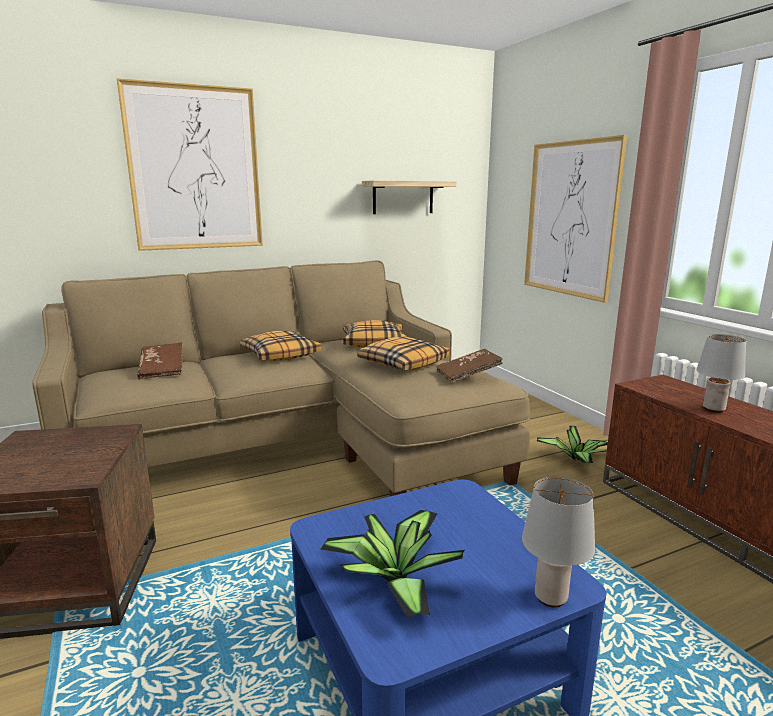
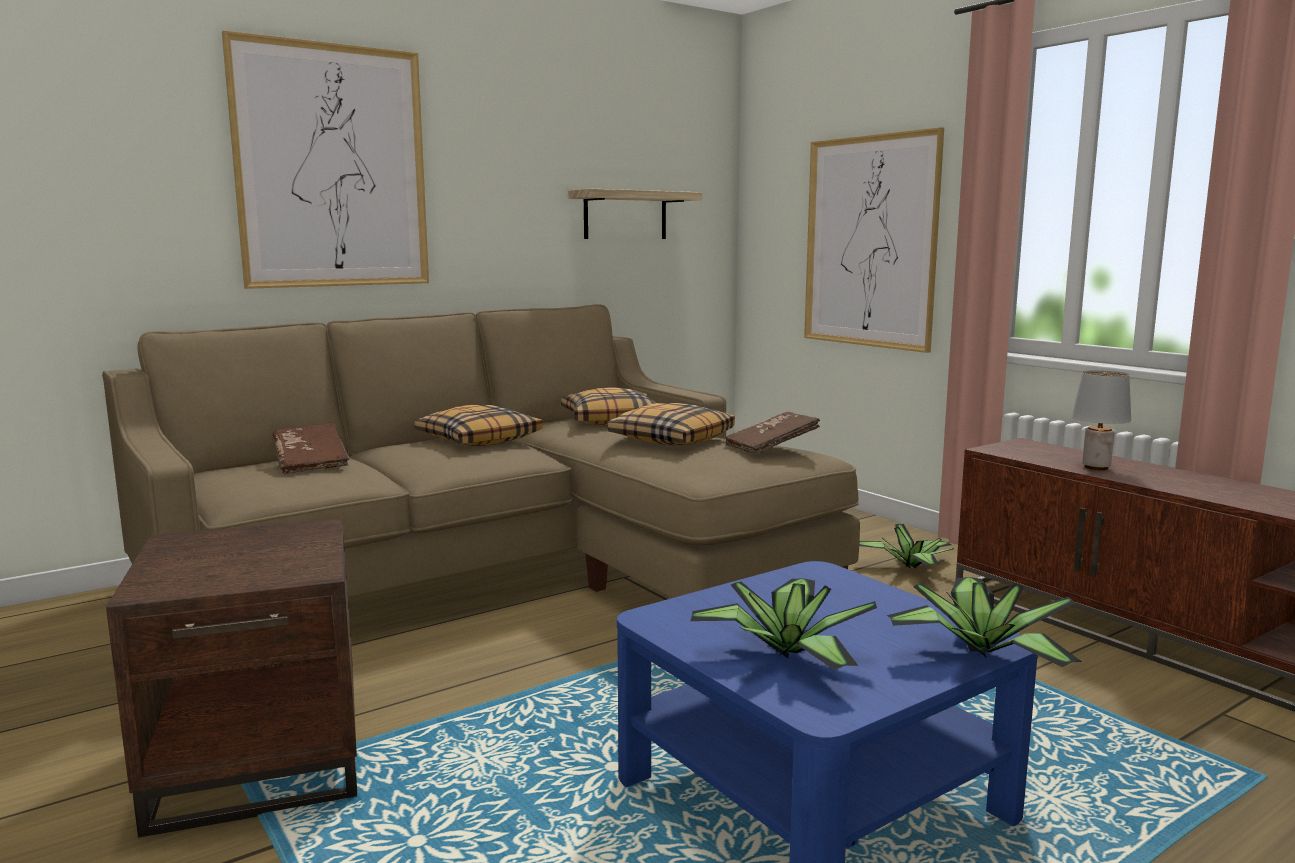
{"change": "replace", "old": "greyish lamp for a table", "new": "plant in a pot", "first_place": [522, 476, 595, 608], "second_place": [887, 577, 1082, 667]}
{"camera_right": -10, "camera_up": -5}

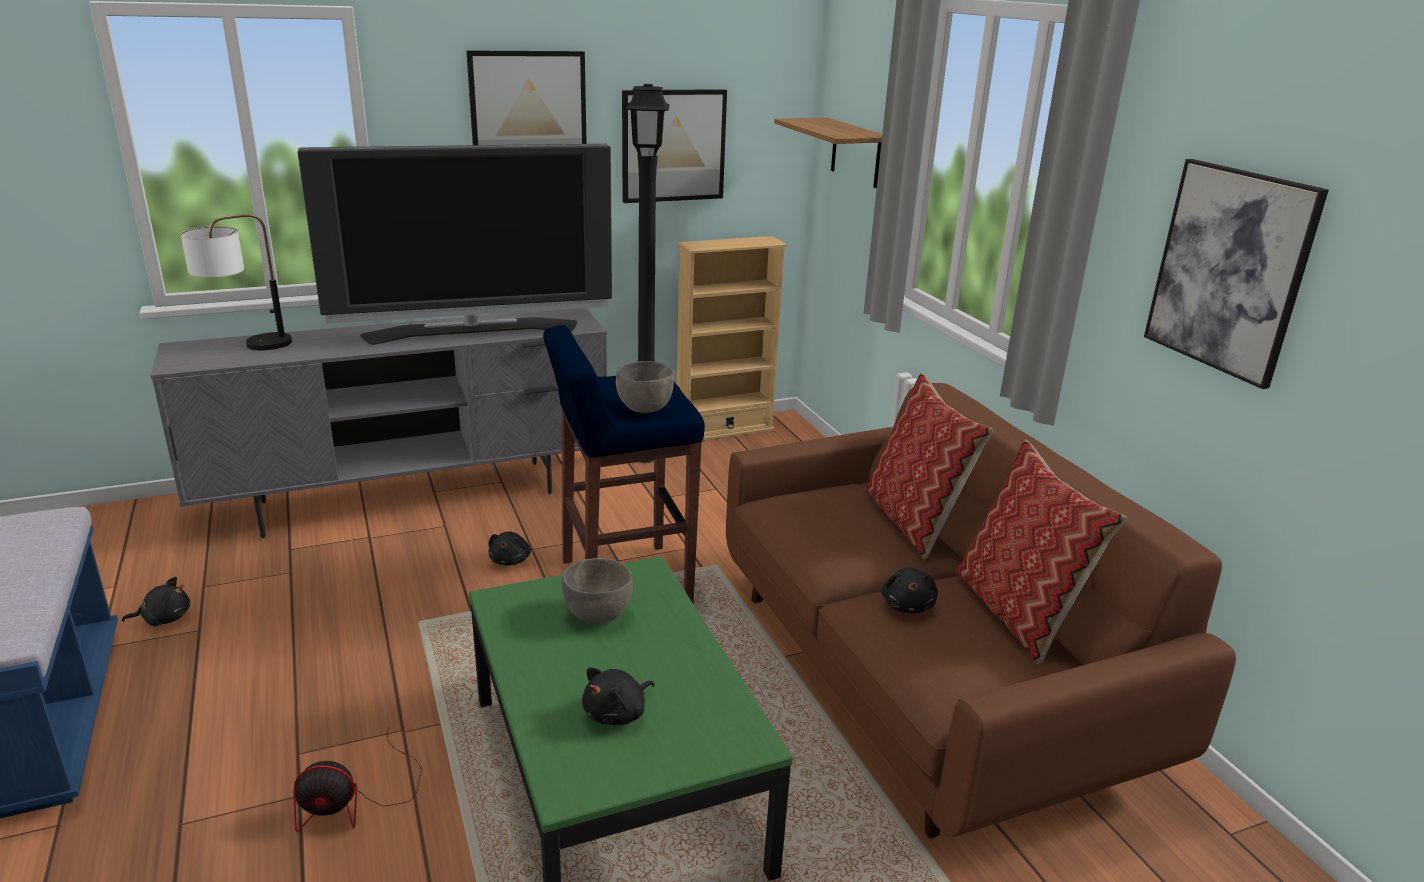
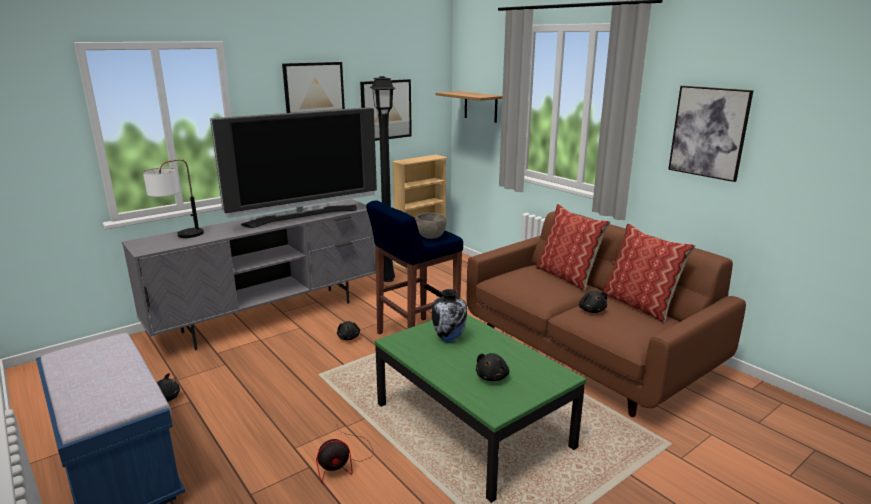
{"change": "replace", "old": "greyish serving bowl", "new": "vase", "first_place": [562, 558, 633, 624], "second_place": [432, 289, 467, 343]}
{"camera_right": -15, "camera_up": -5}

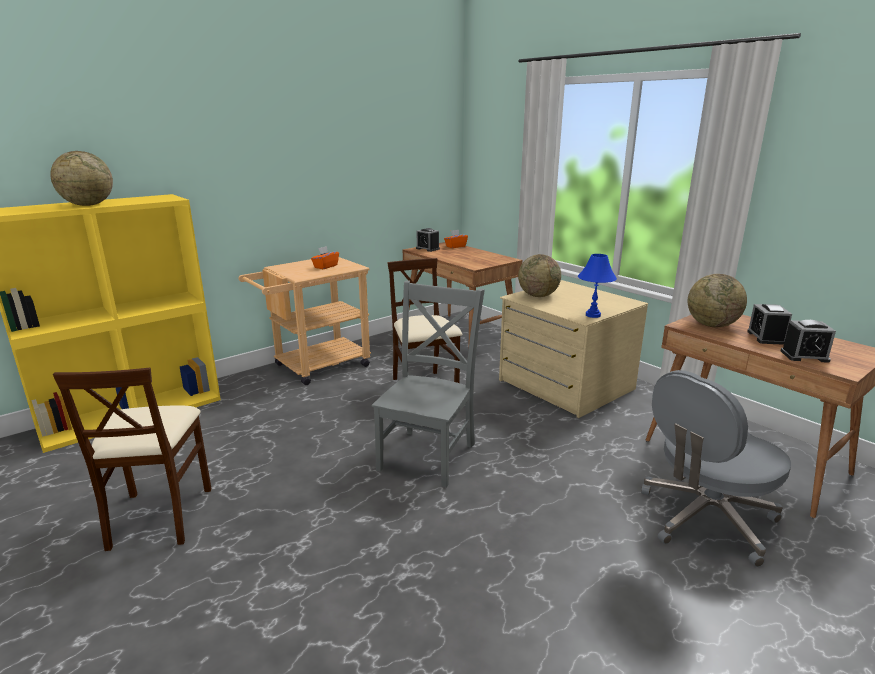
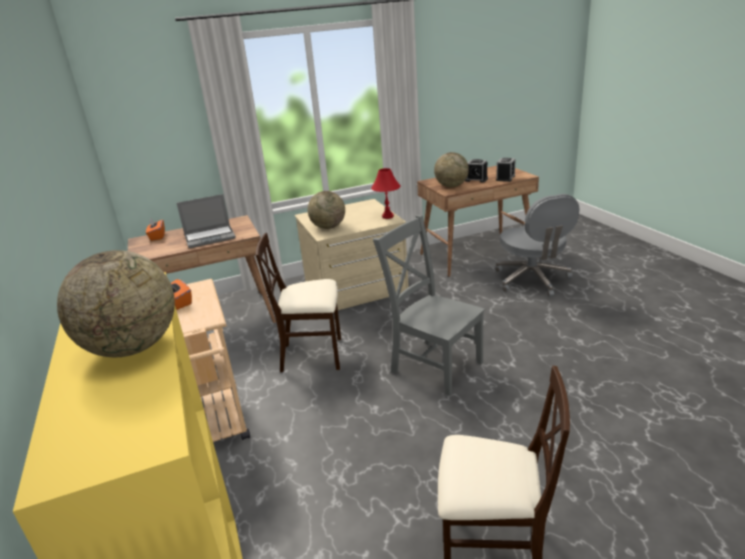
{"change": "delete", "old": "bedside clock", "first_place": [416, 228, 440, 252]}
{"change": "insert", "new": "notebook computer", "second_place": [177, 194, 236, 248]}
{"change": "recolor", "old": "blue-coloured lamp for a table", "new": "reddish lamp for a table", "first_place": [578, 254, 617, 318], "second_place": [371, 168, 401, 219]}
{"camera_right": -70, "camera_up": 5}

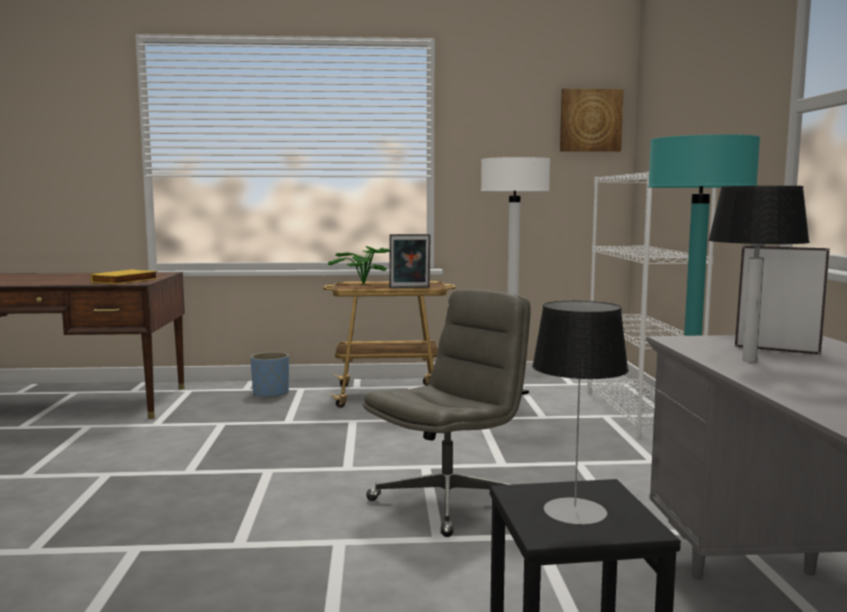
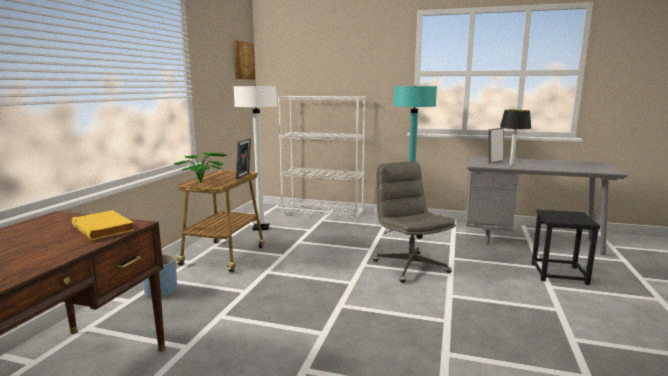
{"change": "delete", "old": "lamp for a table", "first_place": [532, 301, 629, 525]}
{"camera_right": -70, "camera_up": 5}

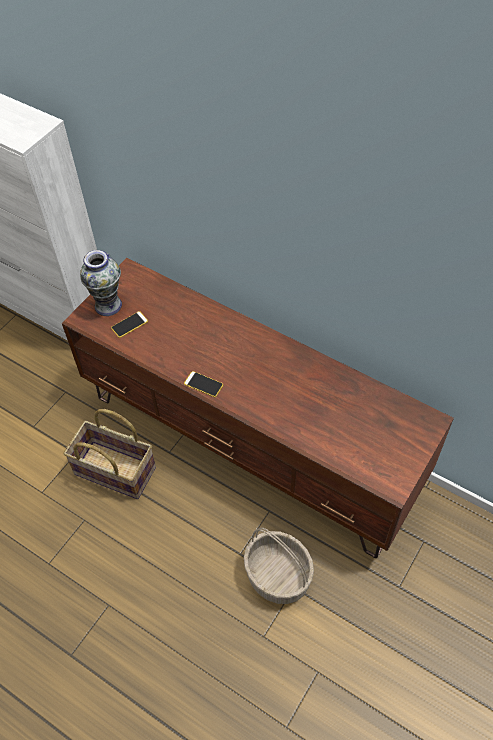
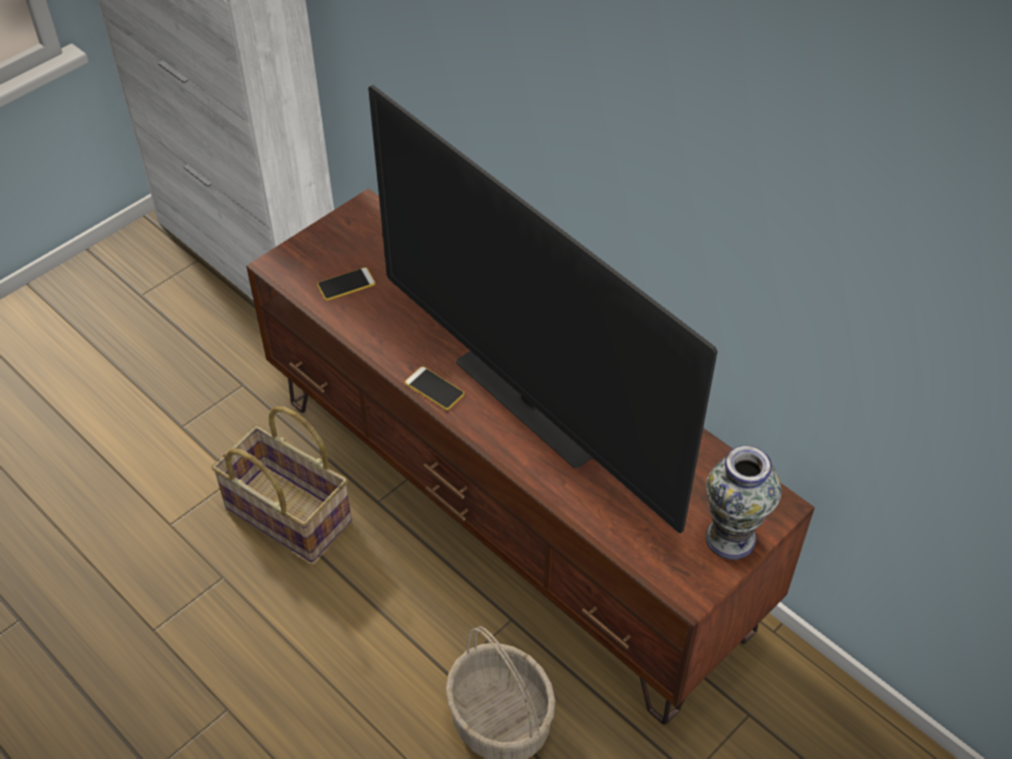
{"change": "insert", "new": "TV set", "second_place": [368, 85, 718, 533]}
{"change": "move", "old": "vase", "first_place": [80, 250, 122, 316], "second_place": [705, 446, 782, 560]}
{"camera_right": 10, "camera_up": -5}

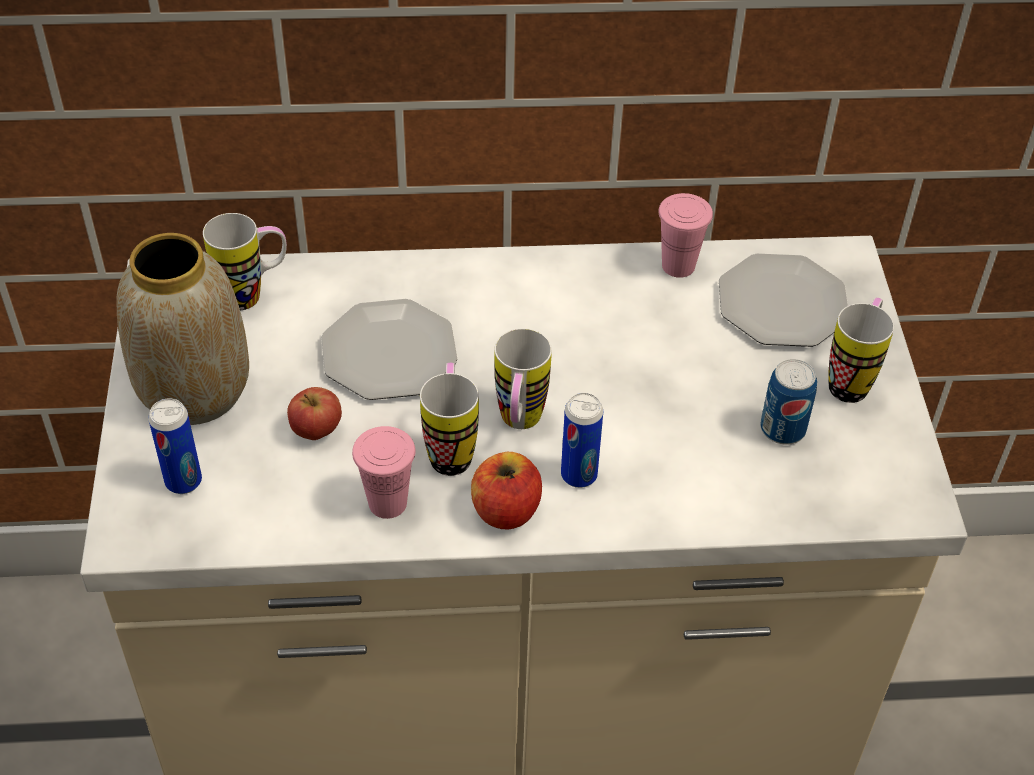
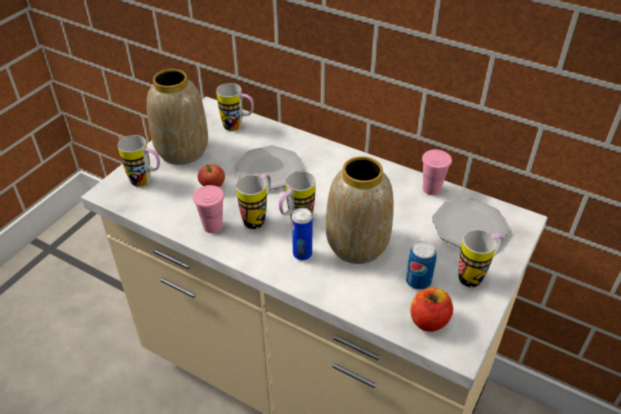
{"change": "insert", "new": "vase", "second_place": [326, 156, 394, 264]}
{"change": "move", "old": "apple fruit", "first_place": [471, 452, 542, 530], "second_place": [411, 288, 453, 332]}
{"change": "replace", "old": "sealed can", "new": "mug", "first_place": [148, 398, 202, 494], "second_place": [118, 135, 160, 187]}
{"camera_right": 35, "camera_up": -5}

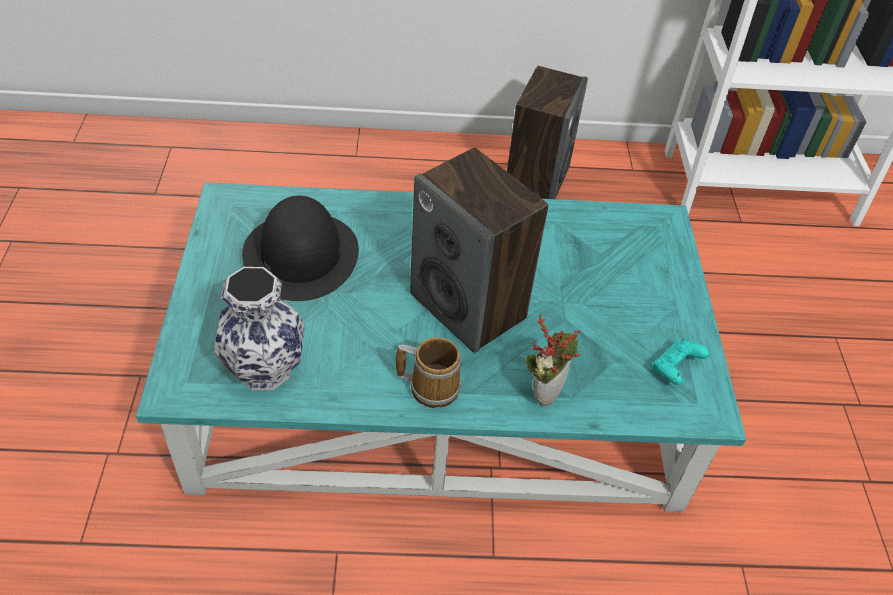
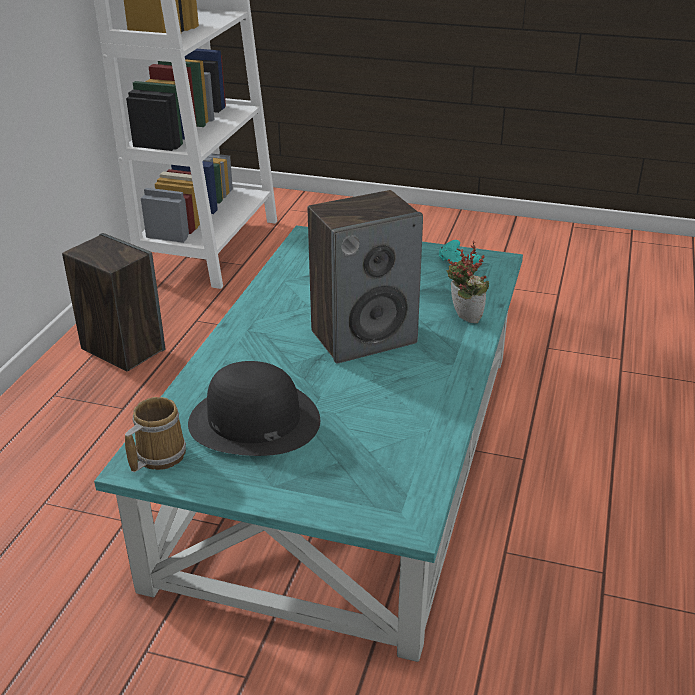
{"change": "delete", "old": "vase", "first_place": [214, 267, 304, 390]}
{"change": "move", "old": "mug", "first_place": [396, 337, 461, 408], "second_place": [125, 397, 186, 472]}
{"camera_right": -70, "camera_up": -15}

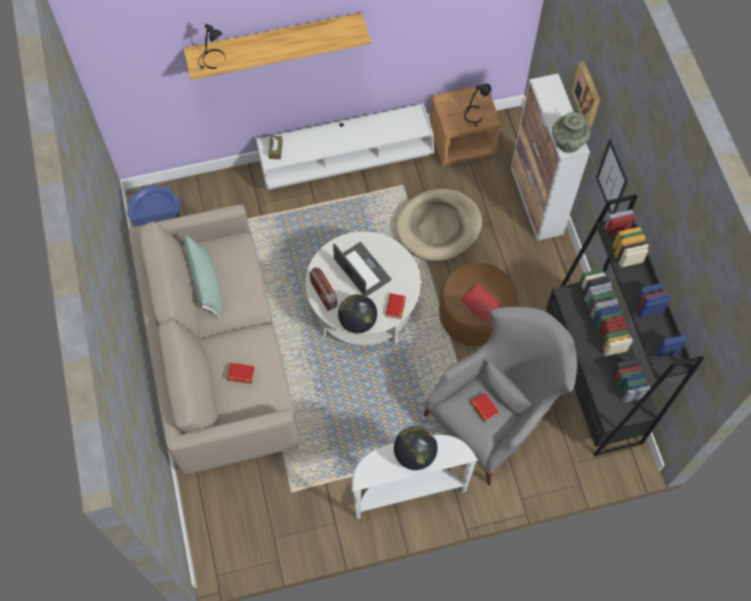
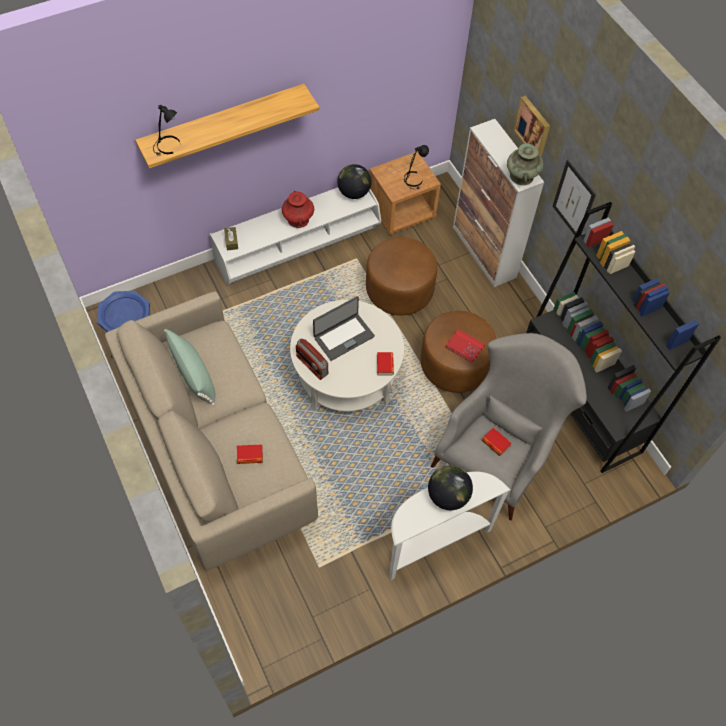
{"change": "insert", "new": "reddish vase", "second_place": [282, 191, 314, 228]}
{"change": "move", "old": "globe", "first_place": [338, 294, 377, 334], "second_place": [337, 164, 372, 199]}
{"change": "replace", "old": "beige dog cushion", "new": "brownish footrest", "first_place": [395, 189, 482, 261], "second_place": [366, 237, 437, 316]}
{"change": "rotate", "old": "notebook computer", "first_place": [333, 242, 391, 296], "second_place": [313, 296, 375, 361], "degrees": 105}
{"camera_right": -15, "camera_up": -5}

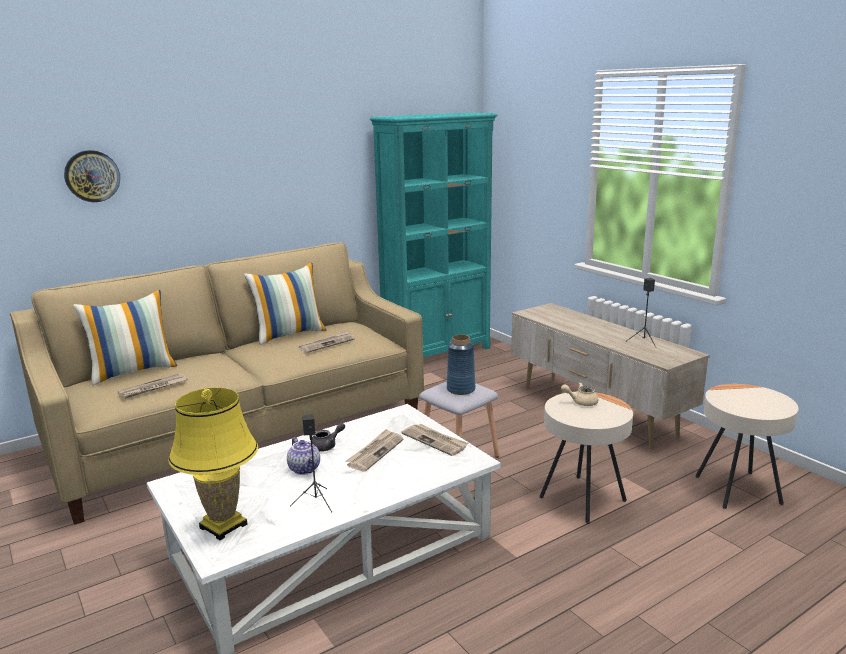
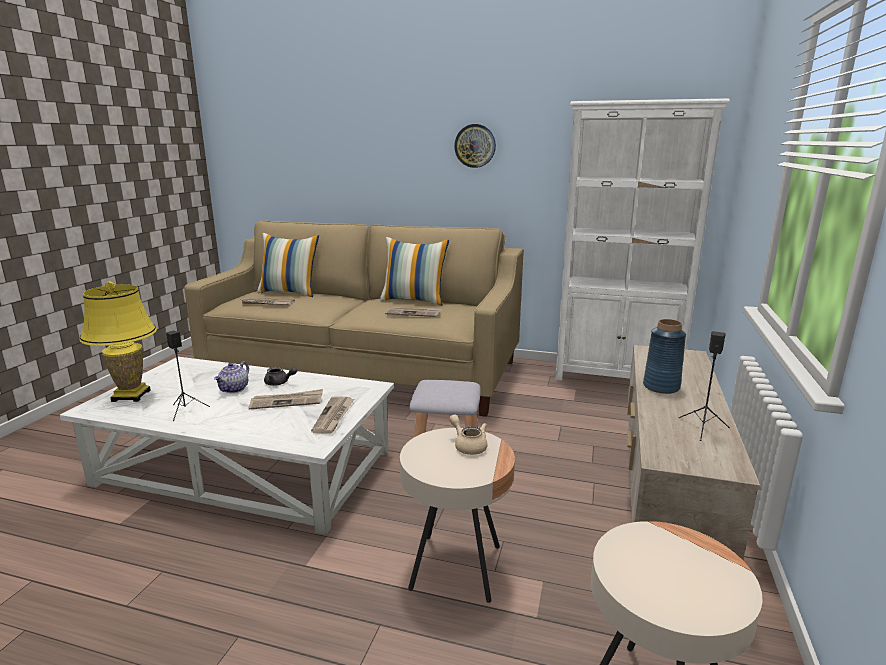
{"change": "move", "old": "wall clock", "first_place": [64, 150, 120, 202], "second_place": [454, 124, 496, 168]}
{"change": "move", "old": "blue-coloured vase", "first_place": [447, 335, 476, 395], "second_place": [643, 319, 686, 394]}
{"change": "recolor", "old": "turquoise bookcase", "new": "white bookcase", "first_place": [370, 113, 497, 358], "second_place": [555, 98, 730, 381]}
{"camera_right": 50, "camera_up": 0}

